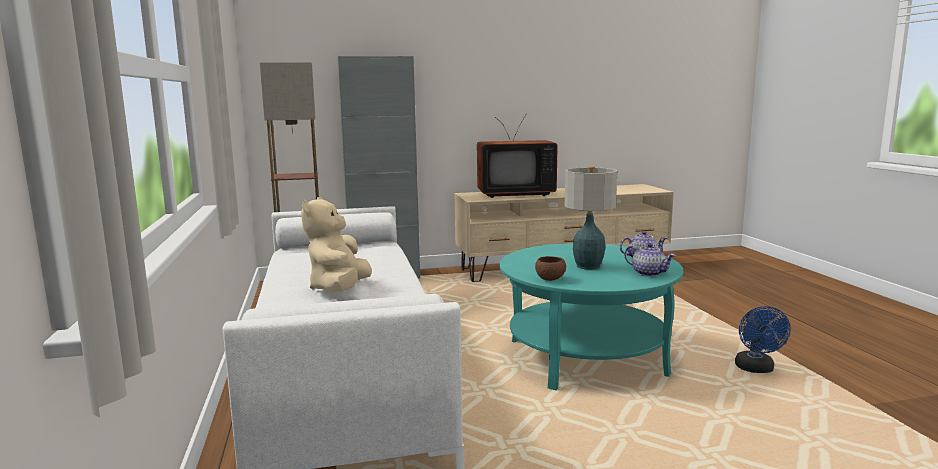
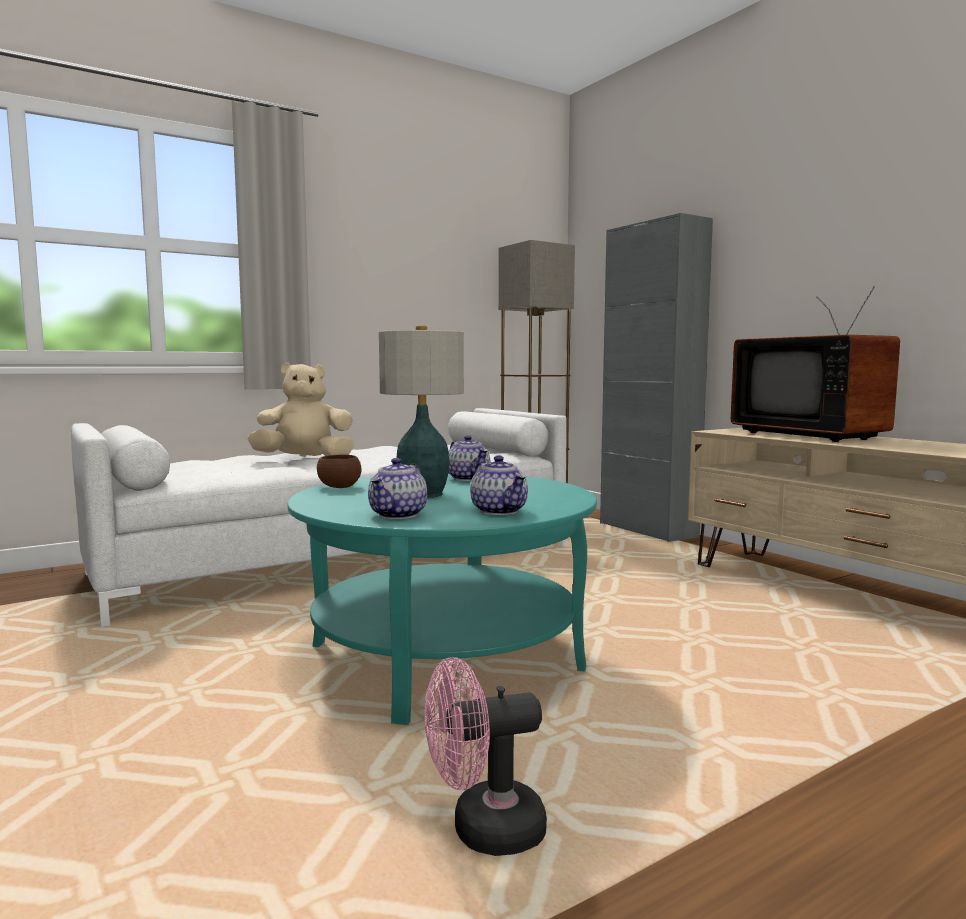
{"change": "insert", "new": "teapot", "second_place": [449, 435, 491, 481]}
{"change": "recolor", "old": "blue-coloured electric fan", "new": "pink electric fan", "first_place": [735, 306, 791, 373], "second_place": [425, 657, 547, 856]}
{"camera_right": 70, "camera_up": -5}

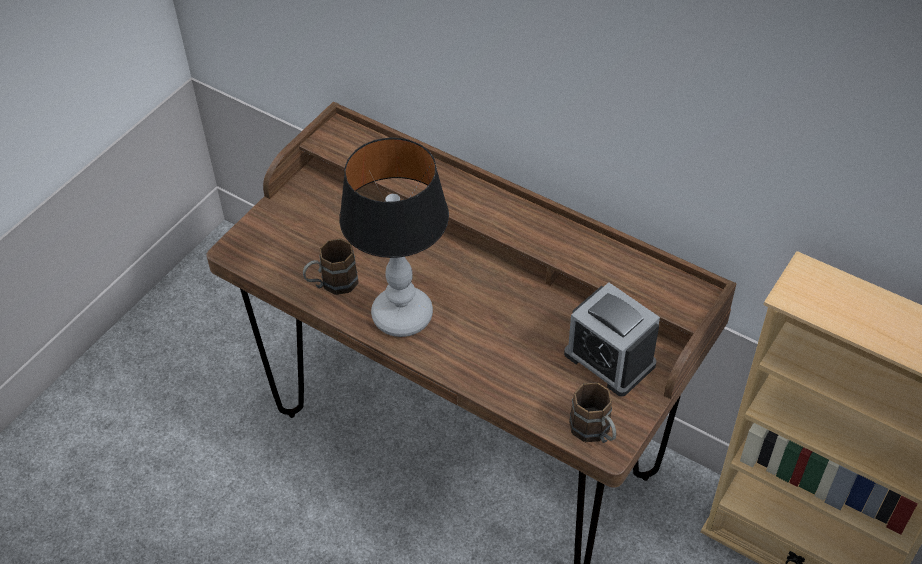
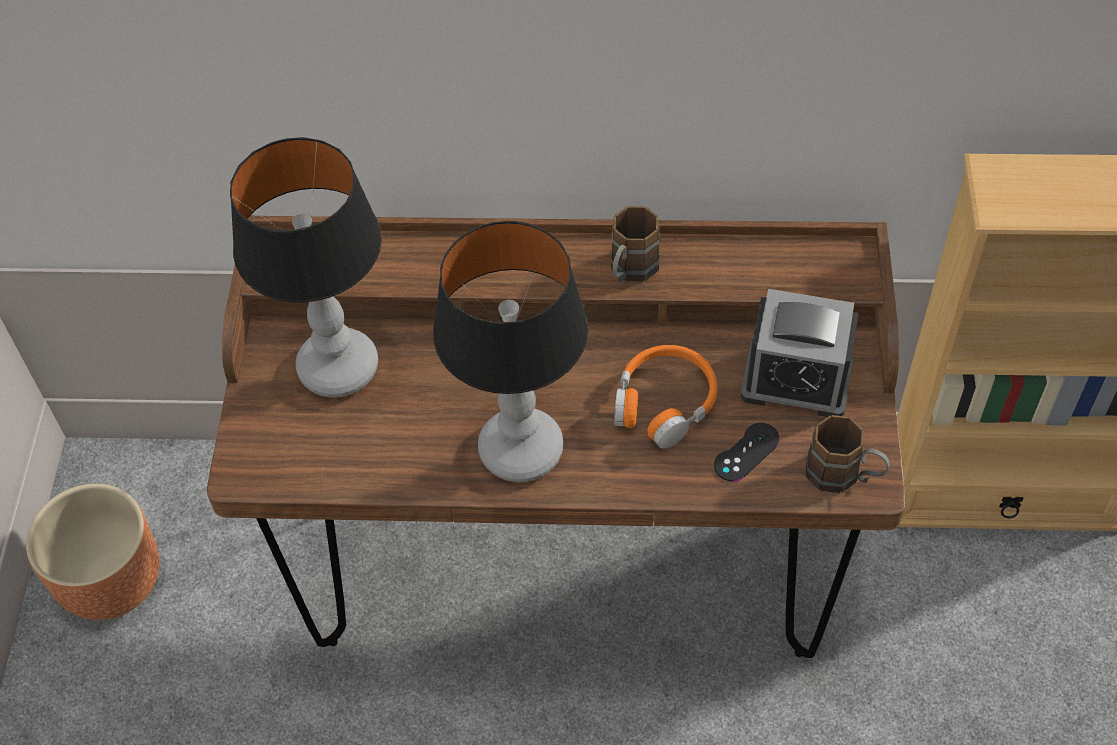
{"change": "insert", "new": "brownish planter", "second_place": [26, 484, 160, 620]}
{"change": "insert", "new": "lamp for a table", "second_place": [230, 137, 382, 398]}
{"change": "insert", "new": "orangey pair of headphones", "second_place": [614, 345, 717, 448]}
{"change": "insert", "new": "blackish gamepad", "second_place": [714, 423, 780, 482]}
{"change": "move", "old": "brownish mug", "first_place": [303, 238, 359, 295], "second_place": [611, 206, 660, 282]}
{"camera_right": -30, "camera_up": 5}

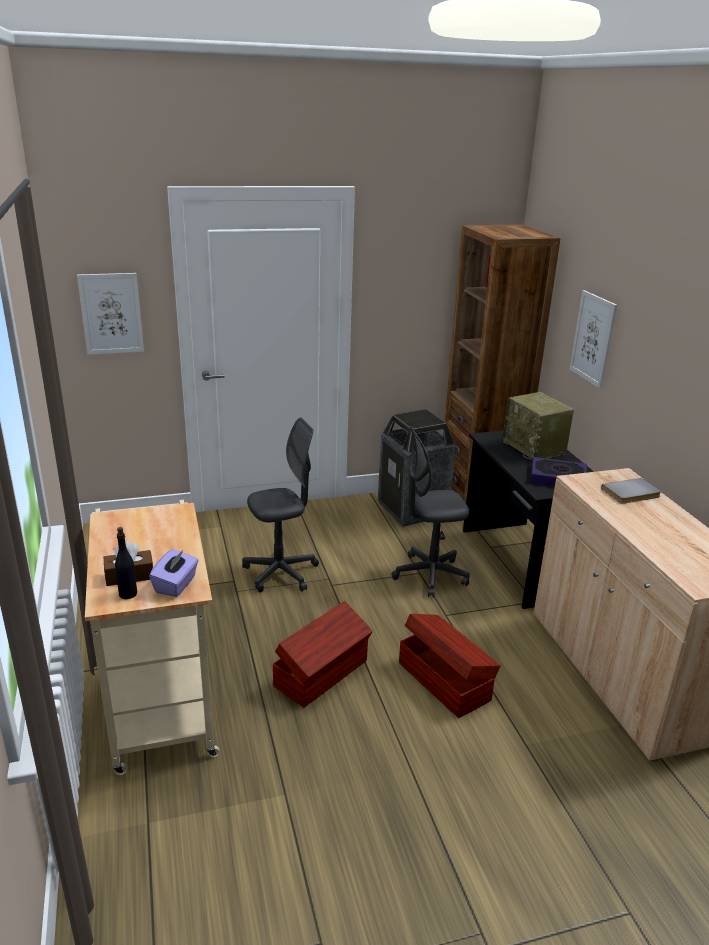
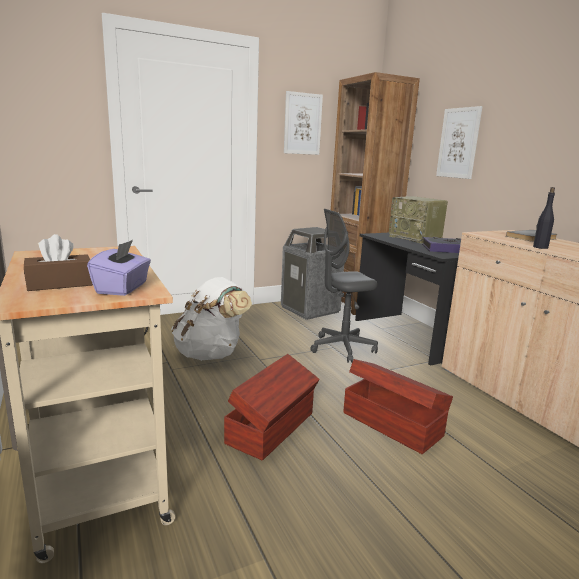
{"change": "move", "old": "picture", "first_place": [77, 273, 144, 355], "second_place": [284, 91, 323, 155]}
{"change": "move", "old": "blackish drink bottle", "first_place": [115, 527, 137, 599], "second_place": [533, 187, 555, 249]}
{"change": "replace", "old": "greyish desk chair", "new": "white backpack", "first_place": [242, 417, 319, 592], "second_place": [171, 277, 252, 360]}
{"camera_right": -10, "camera_up": -10}

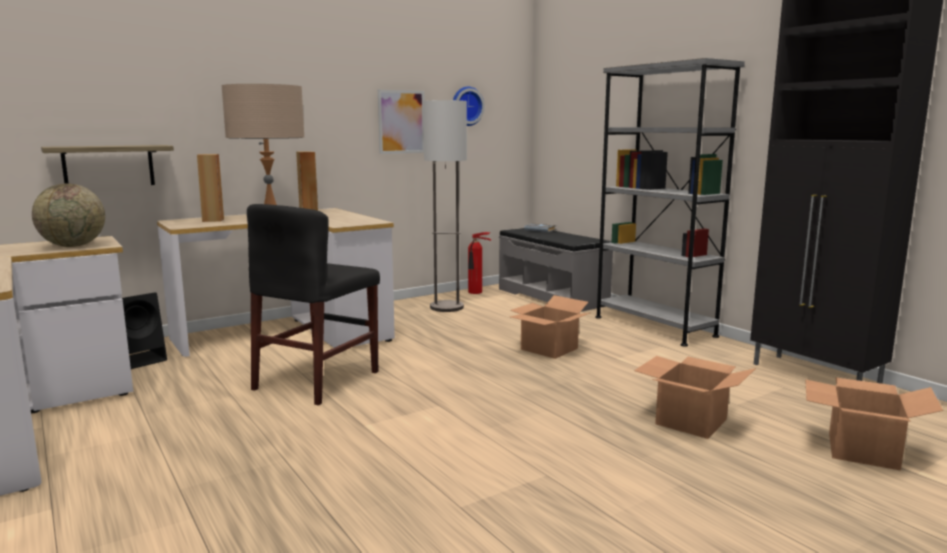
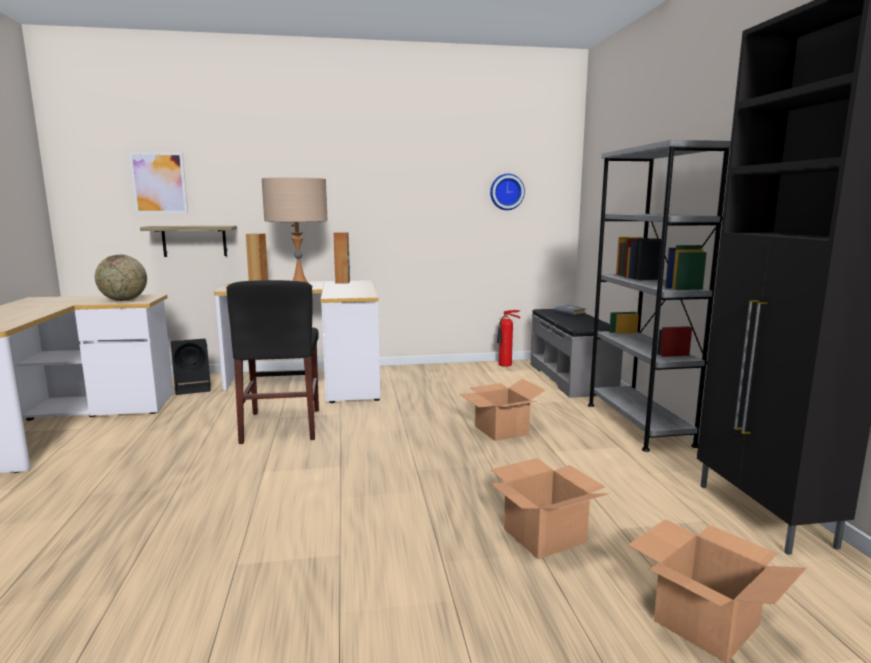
{"change": "delete", "old": "standing lamp", "first_place": [423, 100, 467, 312]}
{"change": "move", "old": "picture", "first_place": [378, 90, 424, 154], "second_place": [129, 152, 188, 214]}
{"change": "rotate", "old": "blackish plain chair", "first_place": [247, 204, 380, 406], "second_place": [227, 280, 319, 444], "degrees": -60}
{"camera_right": 25, "camera_up": 0}

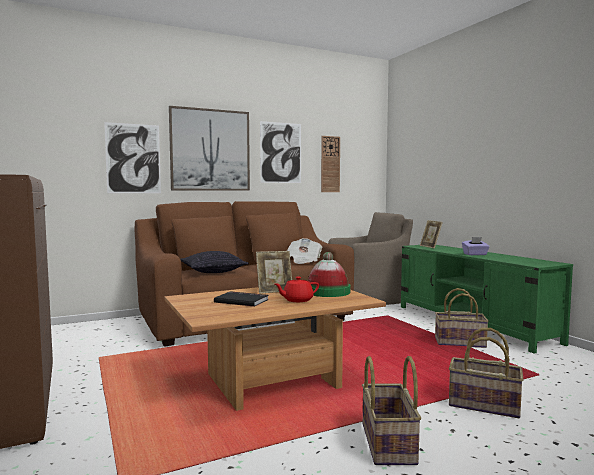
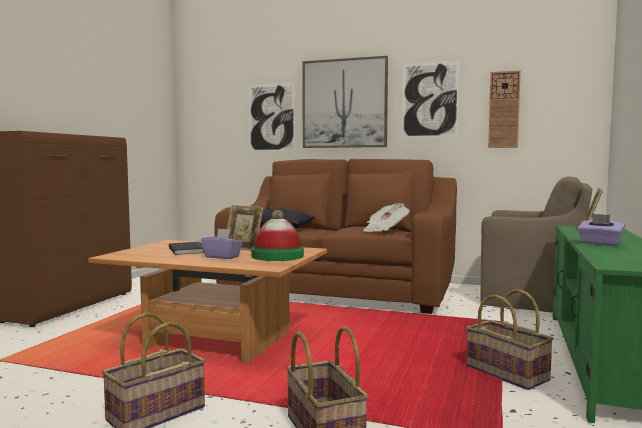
{"change": "replace", "old": "reddish teapot", "new": "purple tissue box", "first_place": [275, 277, 319, 302], "second_place": [201, 229, 243, 259]}
{"camera_right": 45, "camera_up": 0}

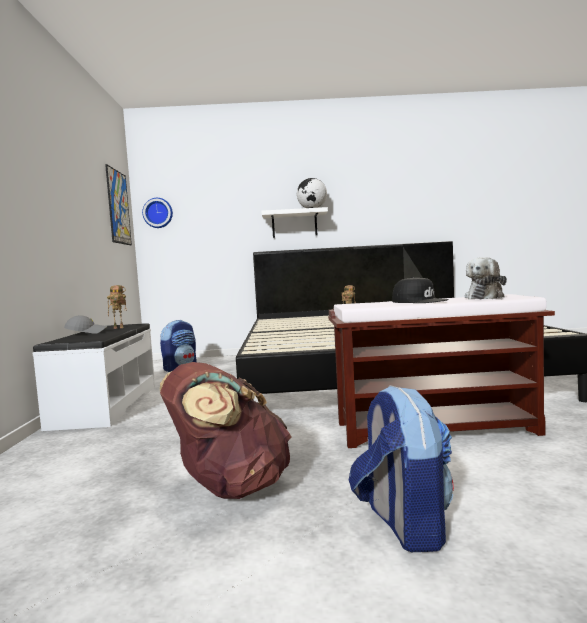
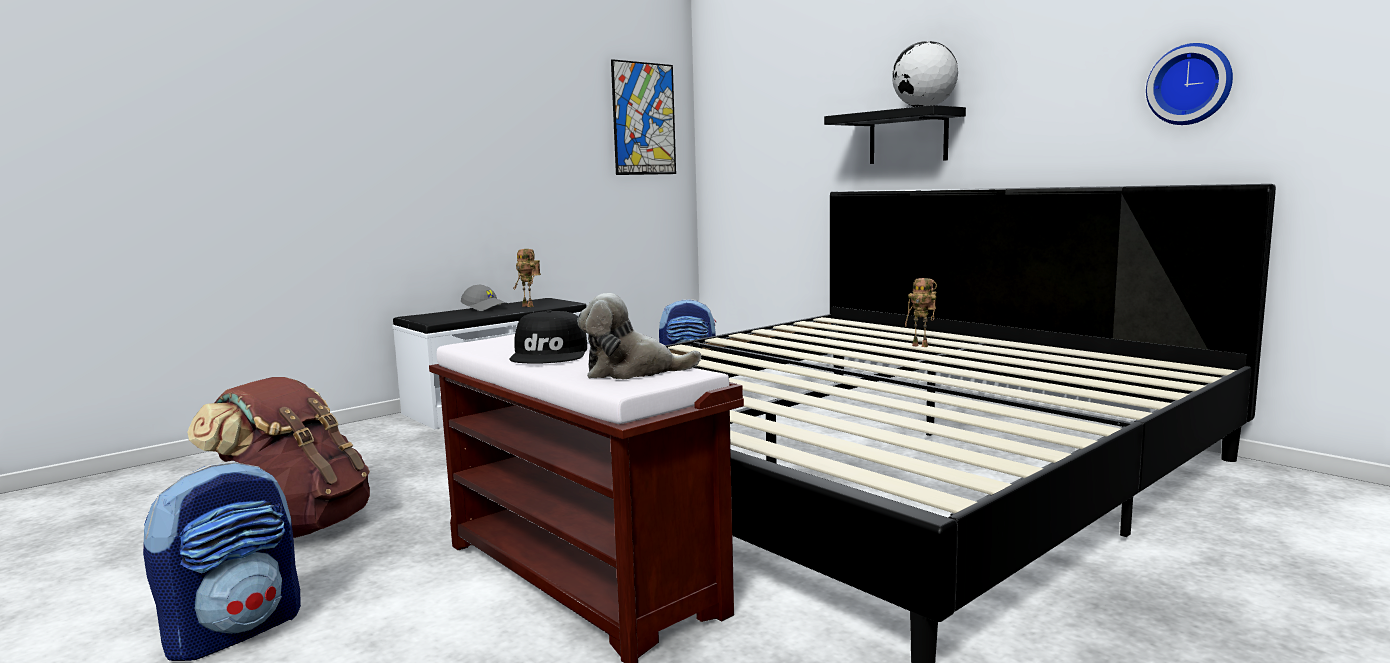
{"change": "move", "old": "wall clock", "first_place": [142, 198, 173, 228], "second_place": [1146, 43, 1233, 125]}
{"change": "recolor", "old": "white shelf", "new": "blackish shelf", "first_place": [261, 207, 328, 238], "second_place": [824, 105, 966, 164]}
{"camera_right": 50, "camera_up": 5}

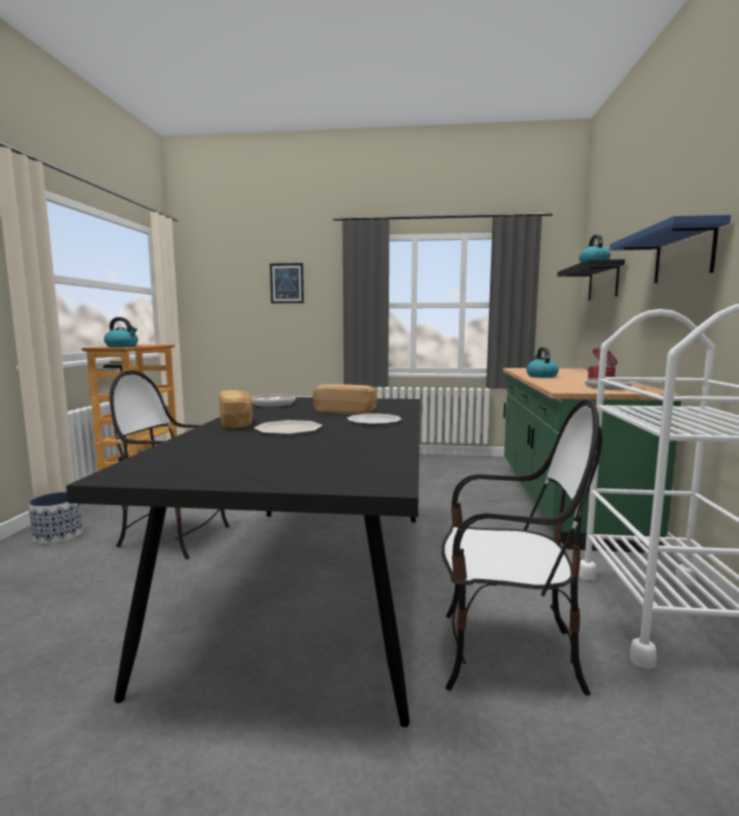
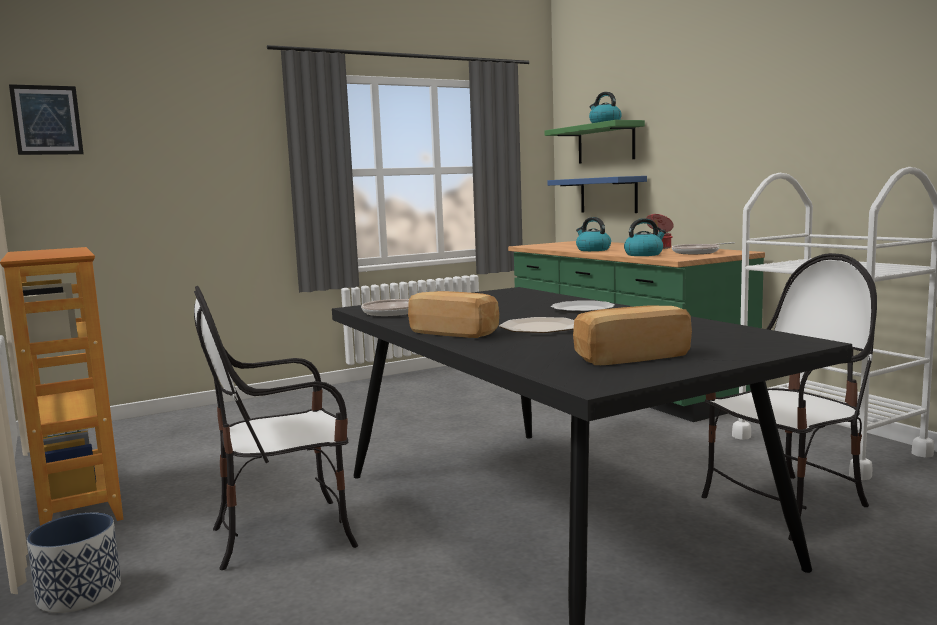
{"change": "move", "old": "tea kettle", "first_place": [104, 317, 138, 347], "second_place": [624, 218, 666, 256]}
{"change": "move", "old": "picture", "first_place": [270, 263, 304, 303], "second_place": [9, 84, 84, 155]}
{"change": "move", "old": "bread", "first_place": [313, 384, 377, 414], "second_place": [573, 305, 692, 365]}
{"change": "move", "old": "blue-coloured shelf", "first_place": [609, 215, 731, 283], "second_place": [547, 176, 647, 213]}
{"change": "recolor", "old": "blackish shelf", "new": "green shelf", "first_place": [557, 259, 625, 301], "second_place": [545, 120, 645, 164]}
{"camera_right": -35, "camera_up": 0}

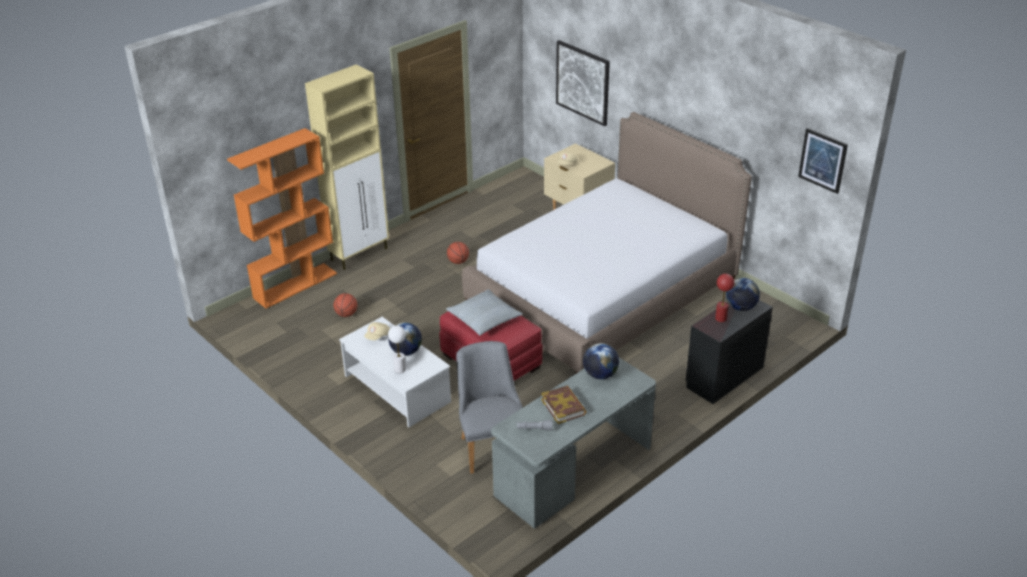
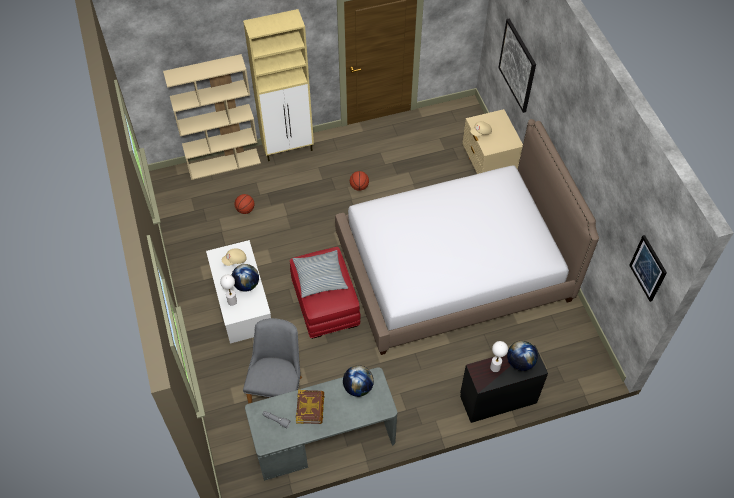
{"change": "recolor", "old": "orangey bookcase", "new": "beige bookcase", "first_place": [227, 128, 337, 308], "second_place": [163, 54, 261, 180]}
{"change": "recolor", "old": "reddish lamp for a table", "new": "white lamp for a table", "first_place": [715, 274, 734, 322], "second_place": [490, 341, 508, 372]}
{"camera_right": 25, "camera_up": 20}

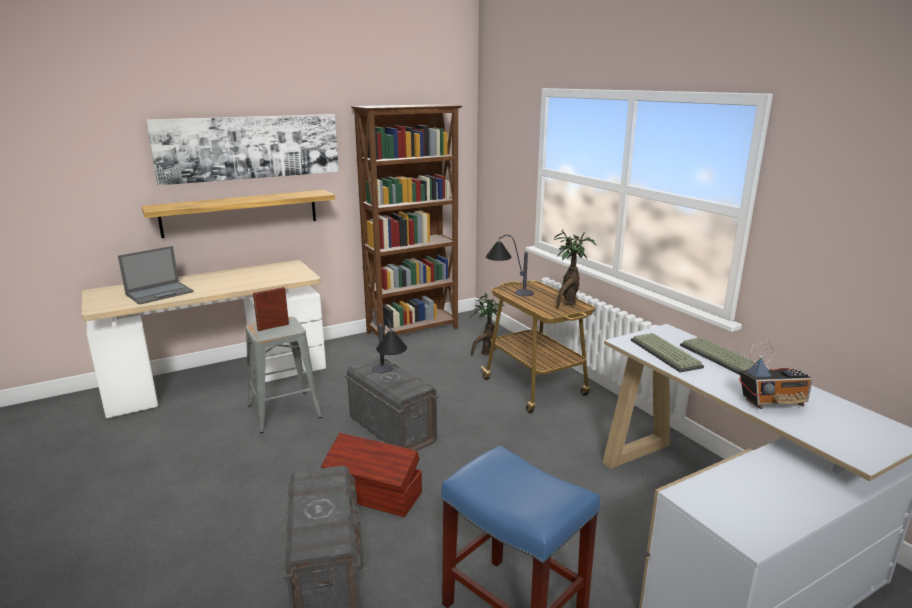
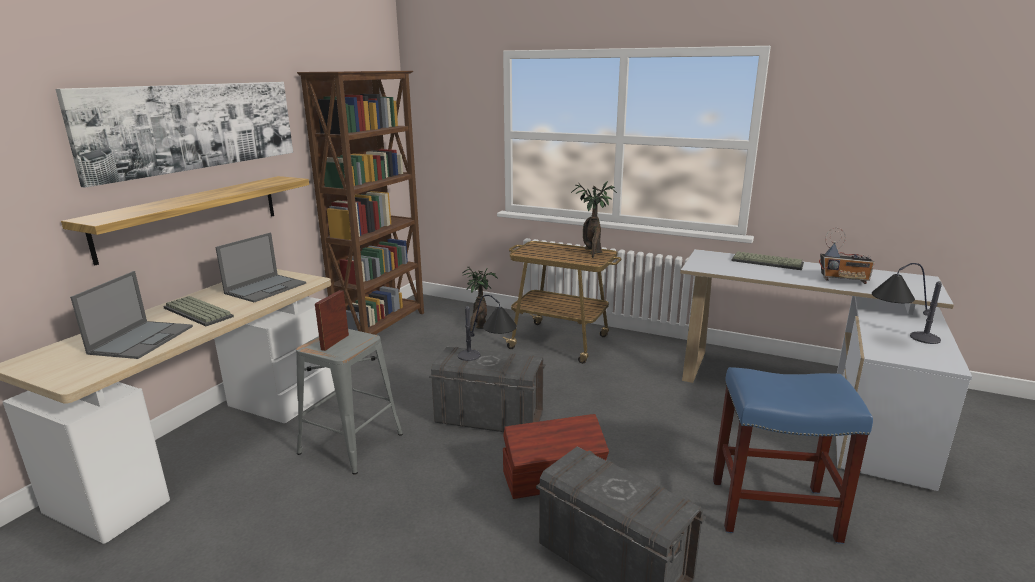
{"change": "insert", "new": "notebook computer", "second_place": [215, 233, 306, 302]}
{"change": "move", "old": "lamp for a table", "first_place": [486, 235, 534, 296], "second_place": [872, 263, 942, 344]}
{"change": "move", "old": "keyboard", "first_place": [631, 333, 704, 372], "second_place": [163, 296, 234, 326]}
{"change": "rotate", "old": "radio set", "first_place": [739, 338, 813, 409], "second_place": [819, 228, 875, 284], "degrees": 60}
{"camera_right": -35, "camera_up": 0}

